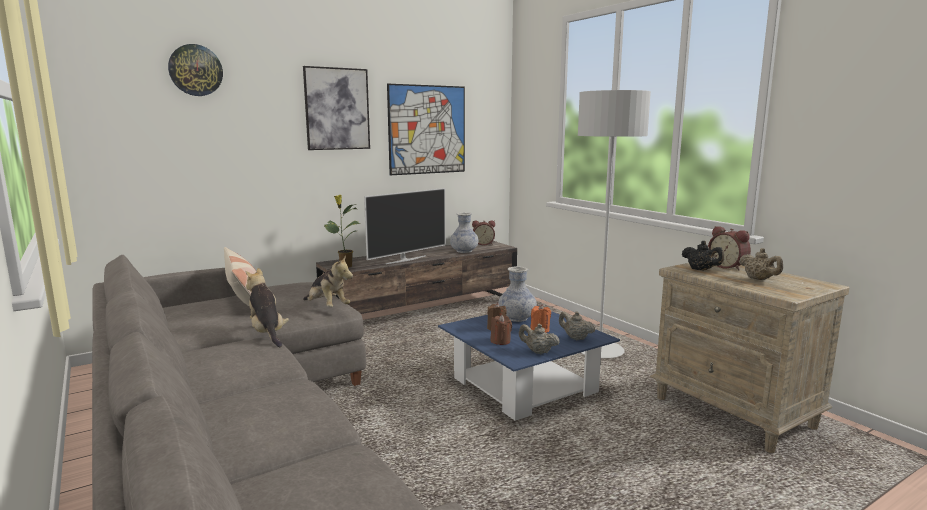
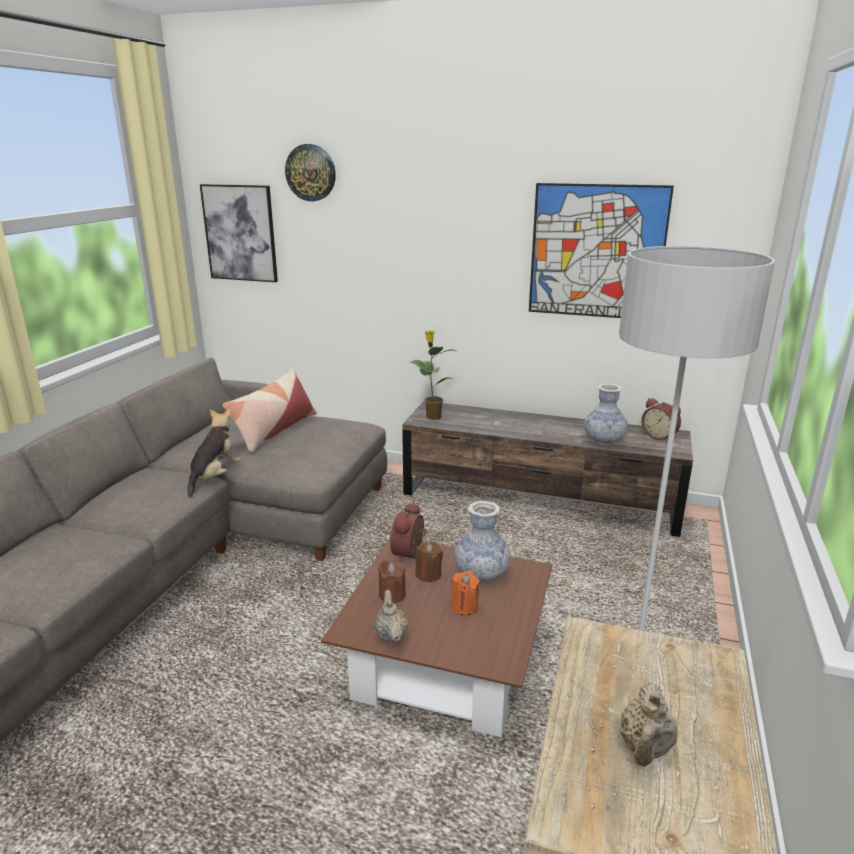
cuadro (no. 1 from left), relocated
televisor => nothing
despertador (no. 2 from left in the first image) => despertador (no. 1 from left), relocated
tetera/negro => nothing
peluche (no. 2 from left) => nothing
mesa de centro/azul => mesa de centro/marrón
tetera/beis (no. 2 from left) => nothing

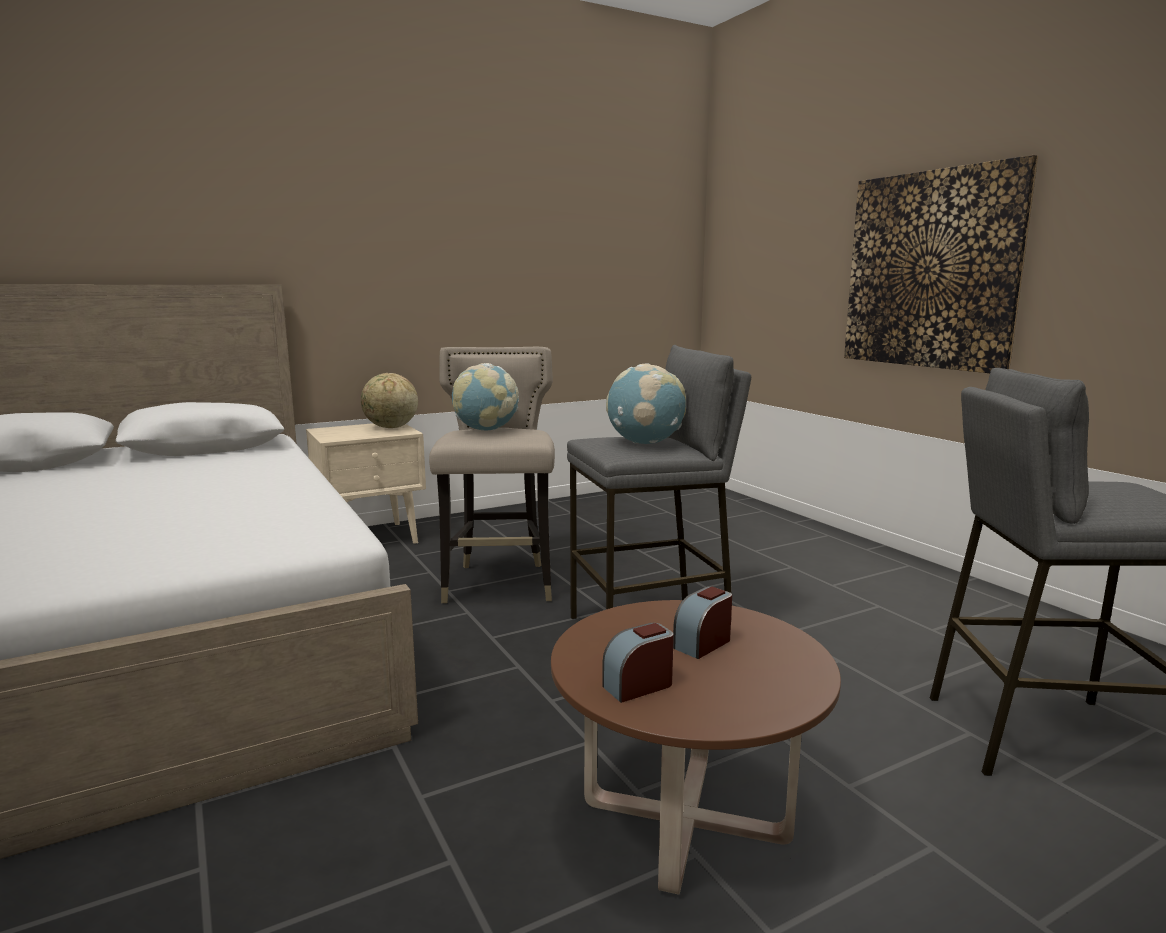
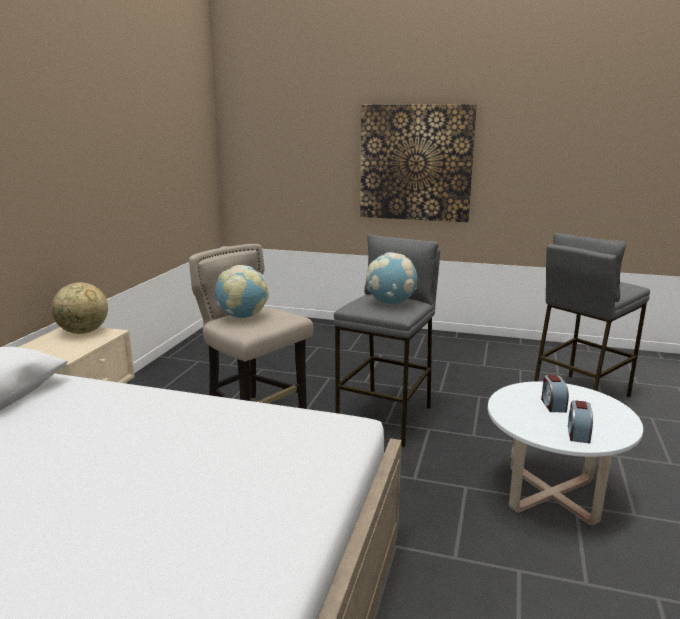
mesa de centro/marrón => mesa de centro/blanco

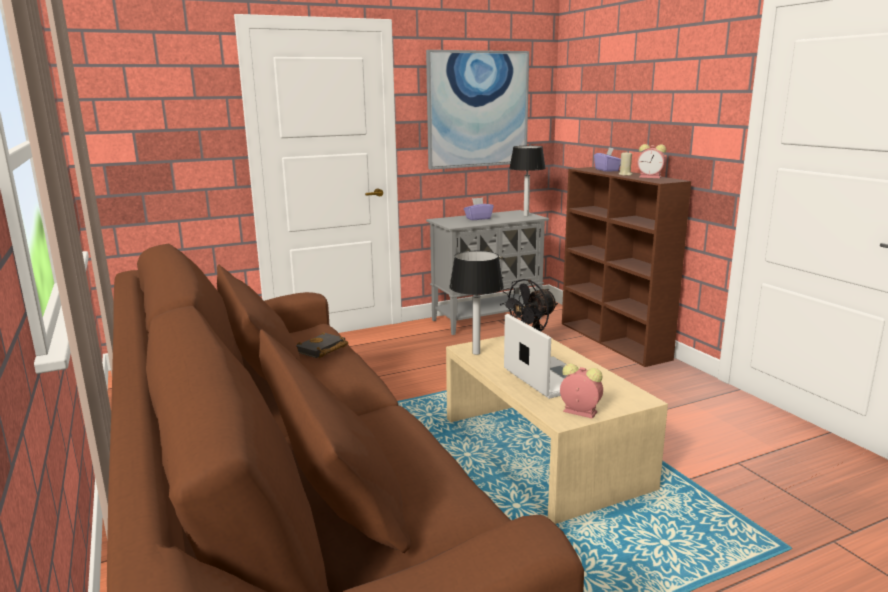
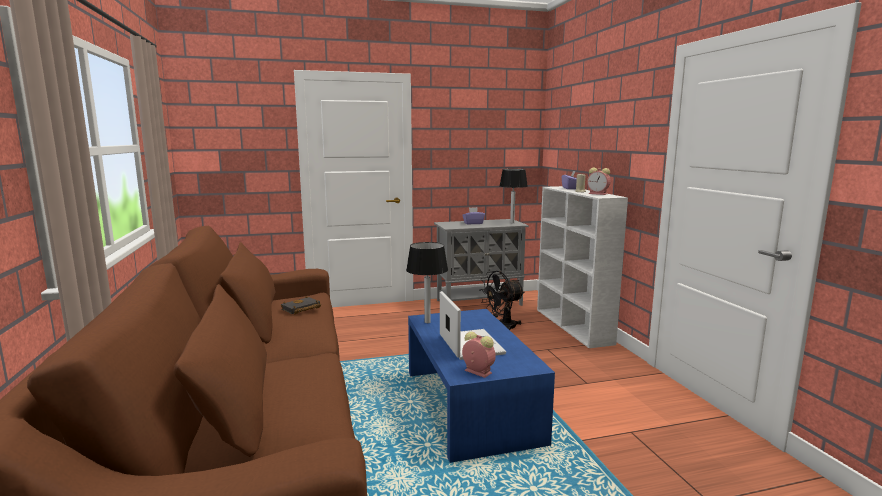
cuadro => nothing
estantería/marrón => estantería/blanco
mesa de centro/beis => mesa de centro/azul

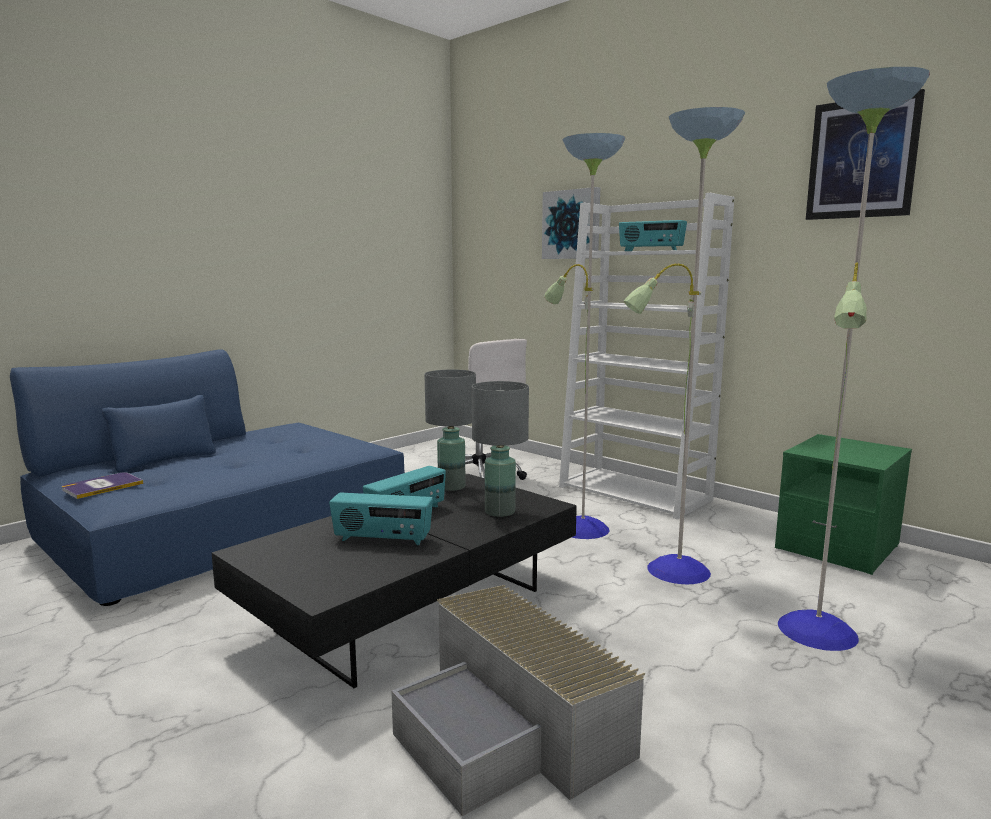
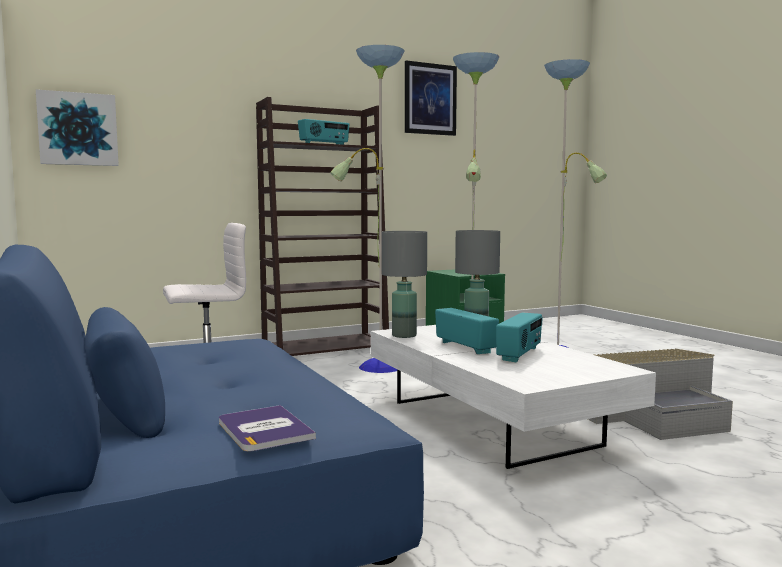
cuadro (no. 1 from left), relocated
estantería/blanco => estantería/marrón
mesa de centro/negro => mesa de centro/blanco

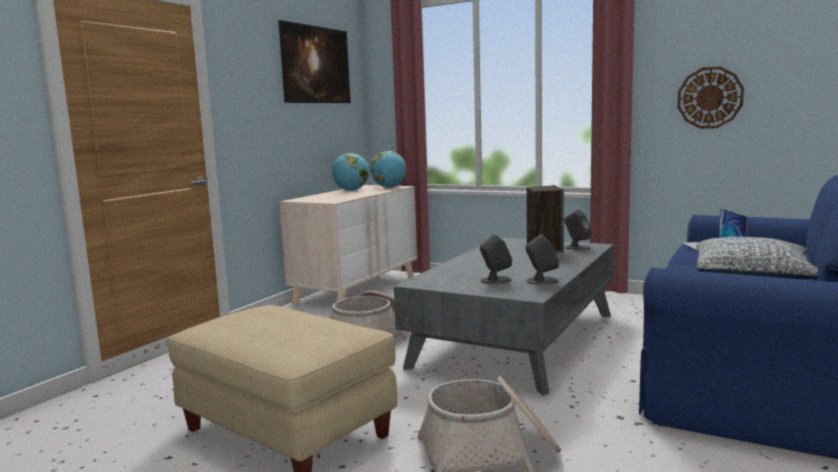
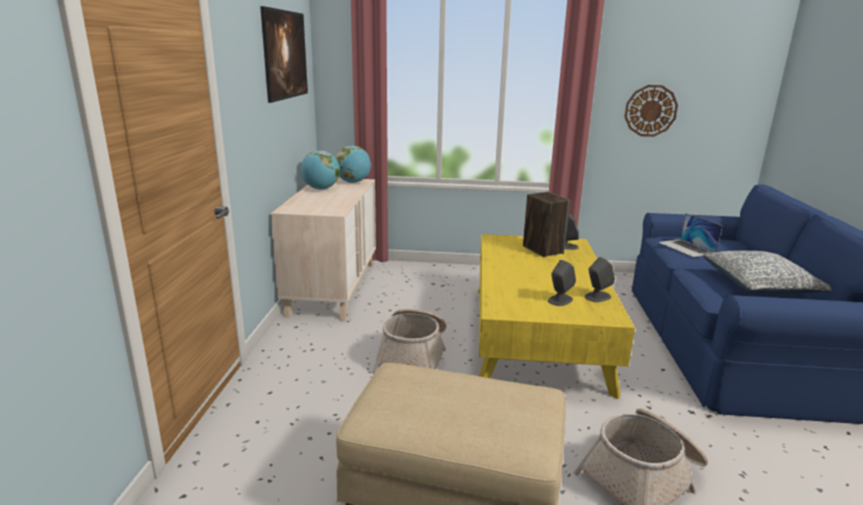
mesa de centro/gris => mesa de centro/amarillo

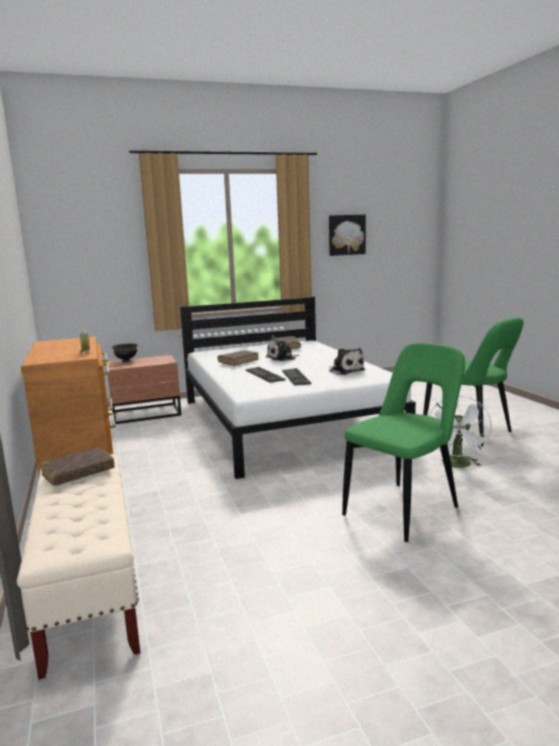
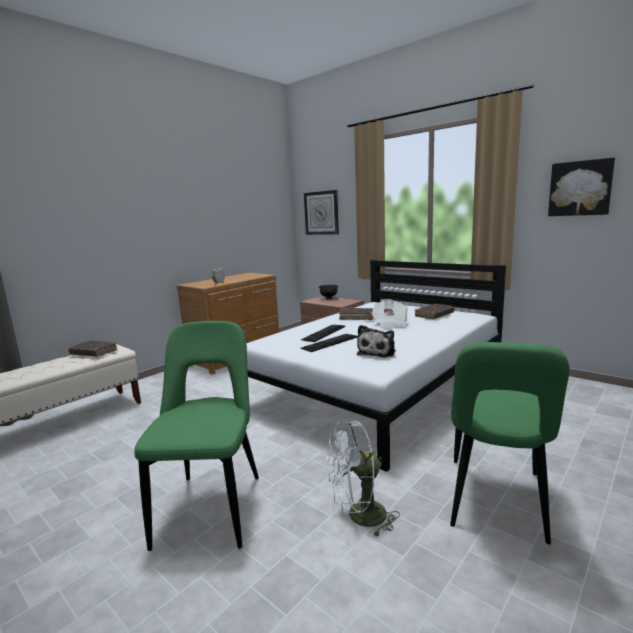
peluche (no. 1 from left) => periódico
silla/verde (no. 1 from left), 105 degrees counterclockwise
nothing => reloj de pared

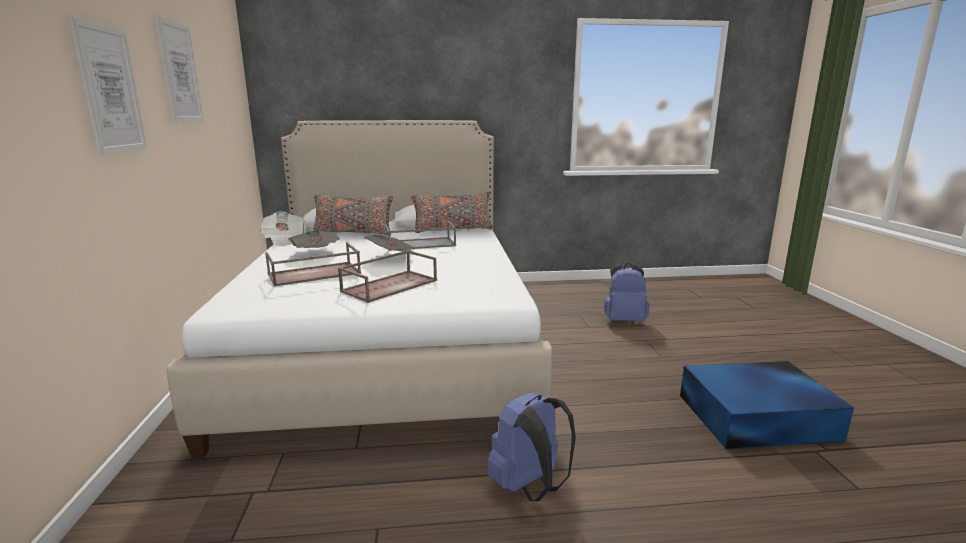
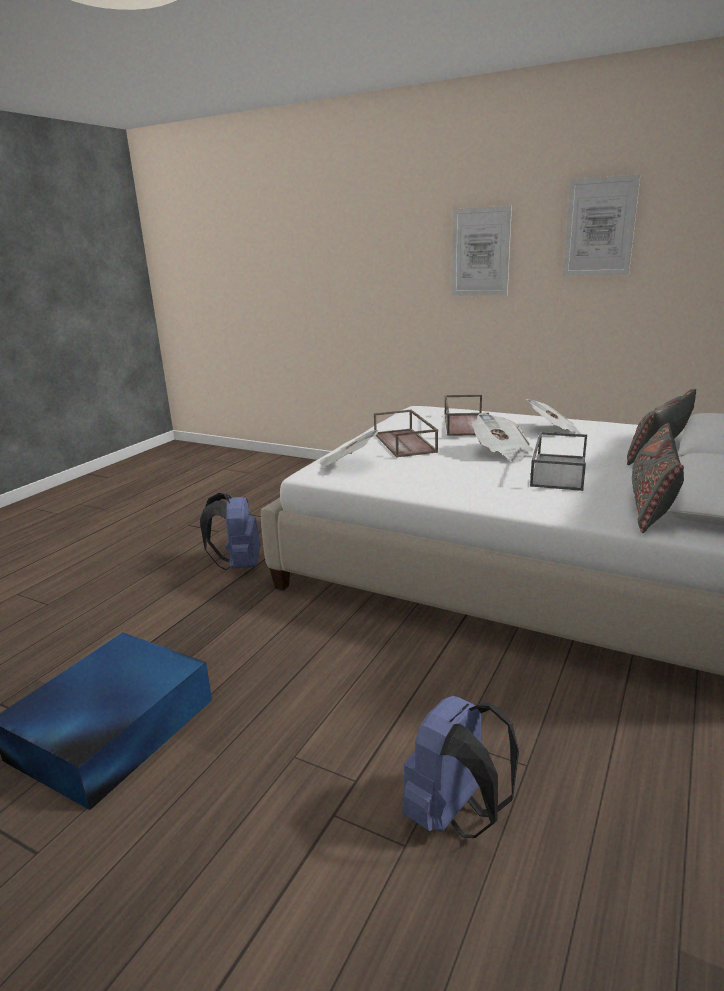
periódico (no. 1 from left), relocated

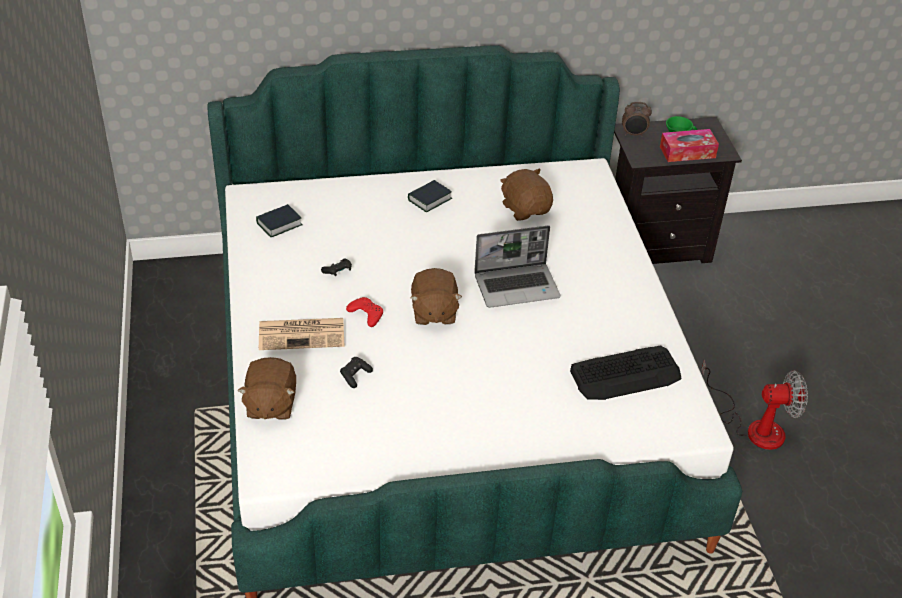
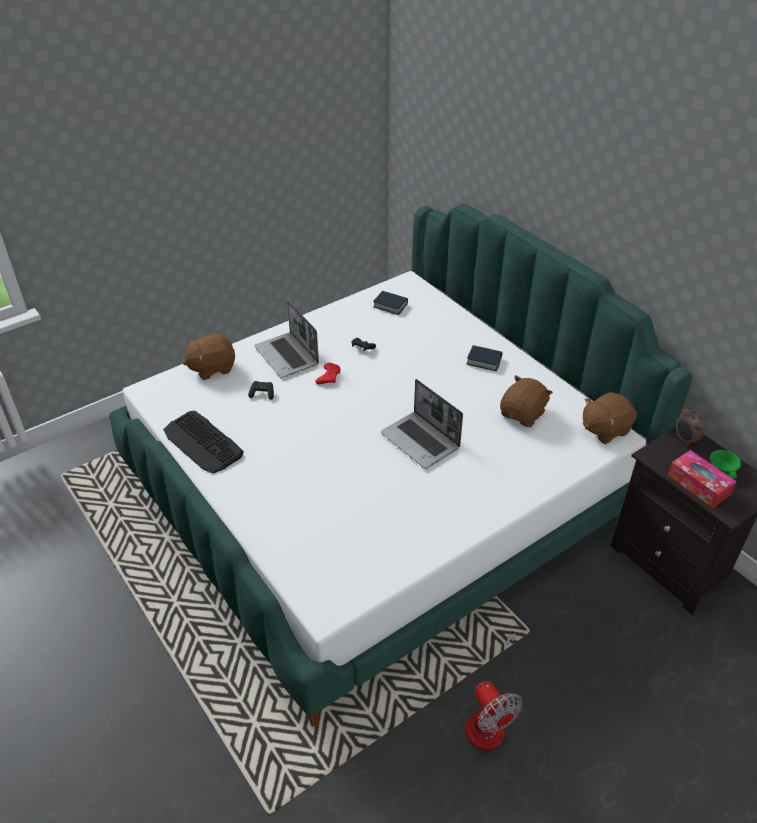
peluche/marrón (no. 2 from left in the first image) => peluche/marrón (no. 3 from left), relocated
periódico => portátil (no. 1 from left)
teclado, relocated

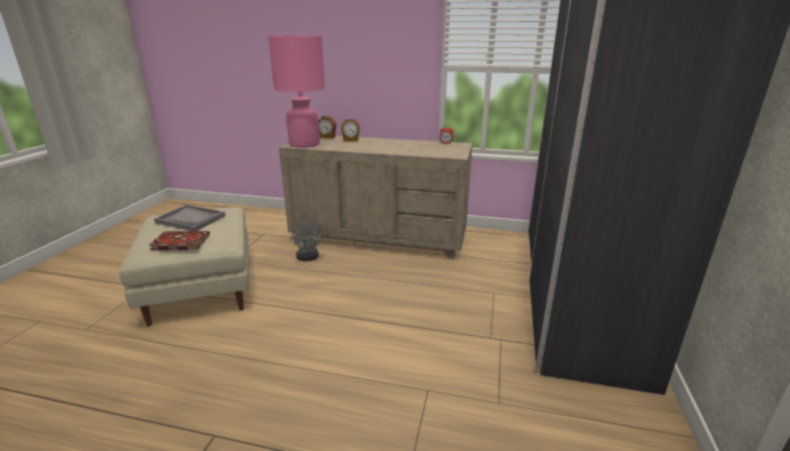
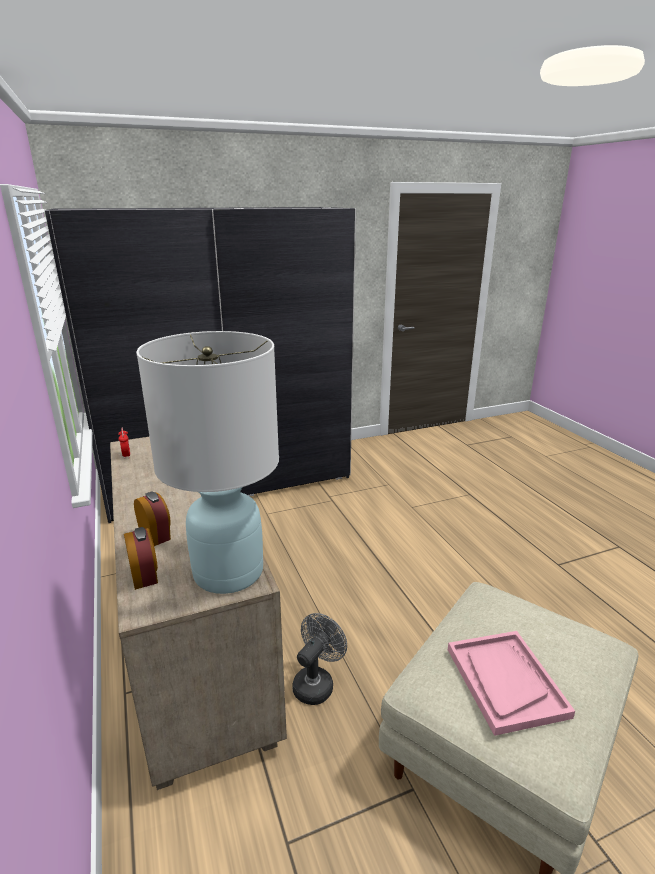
lámpara de mesa/rosa => lámpara de mesa/blanco
bandeja/gris => bandeja/rosa
libro => nothing

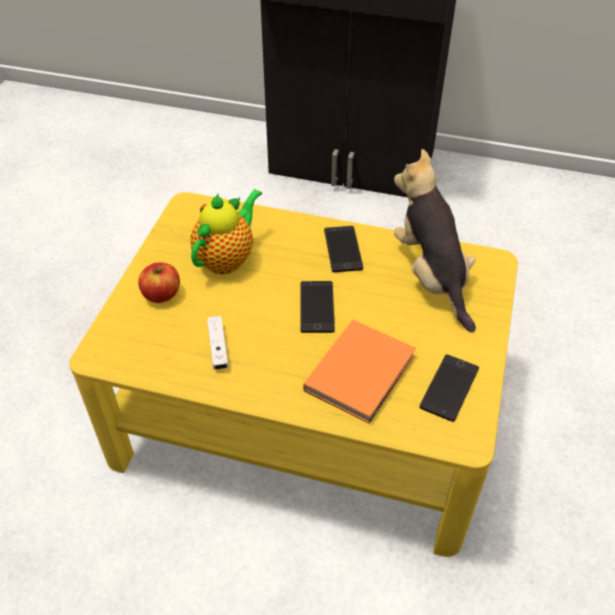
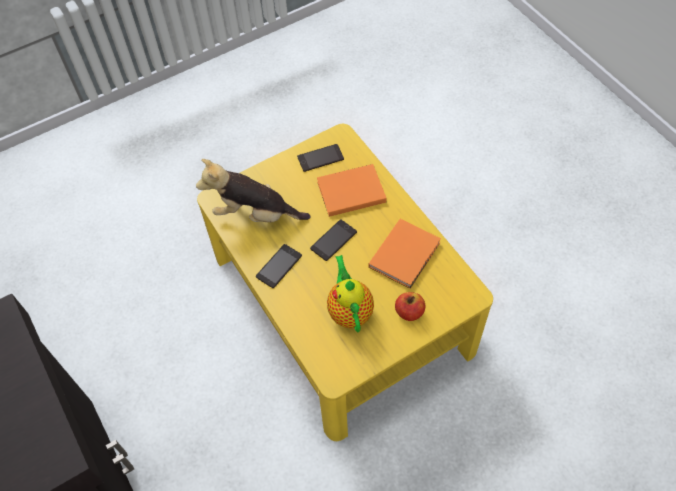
peluche, 75 degrees clockwise
tetera, 90 degrees clockwise
mando de consola/blanco => libro/naranja (no. 2 from left)

